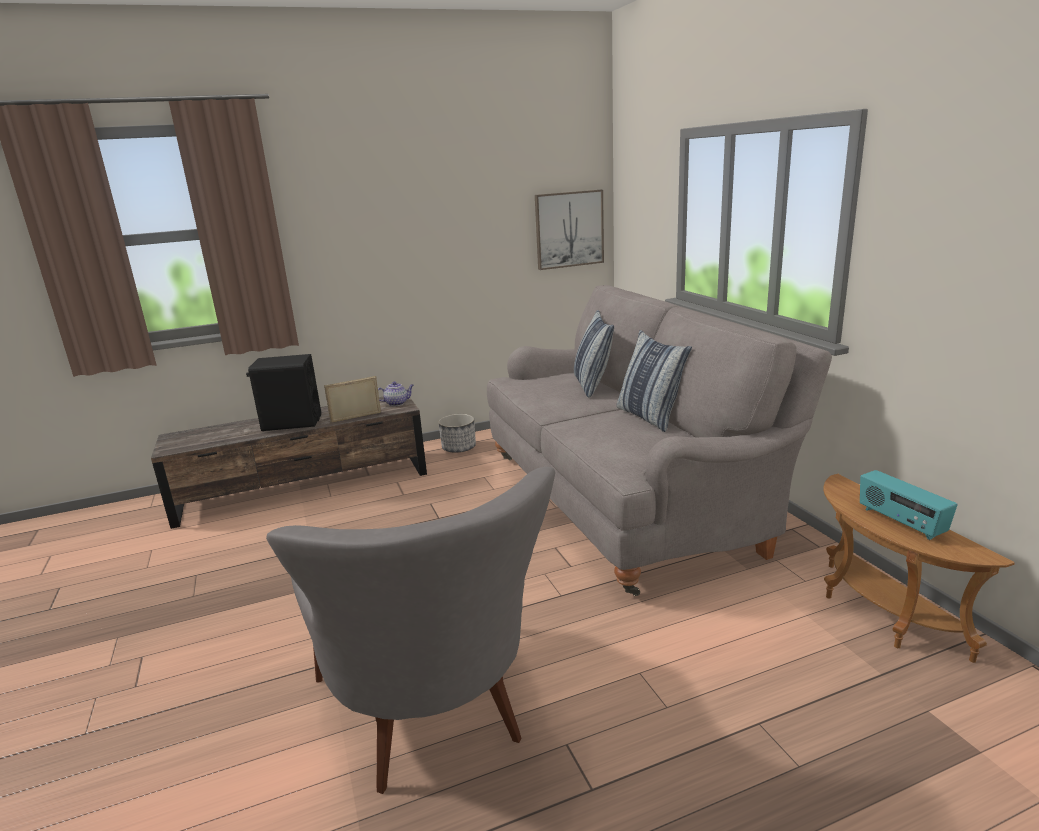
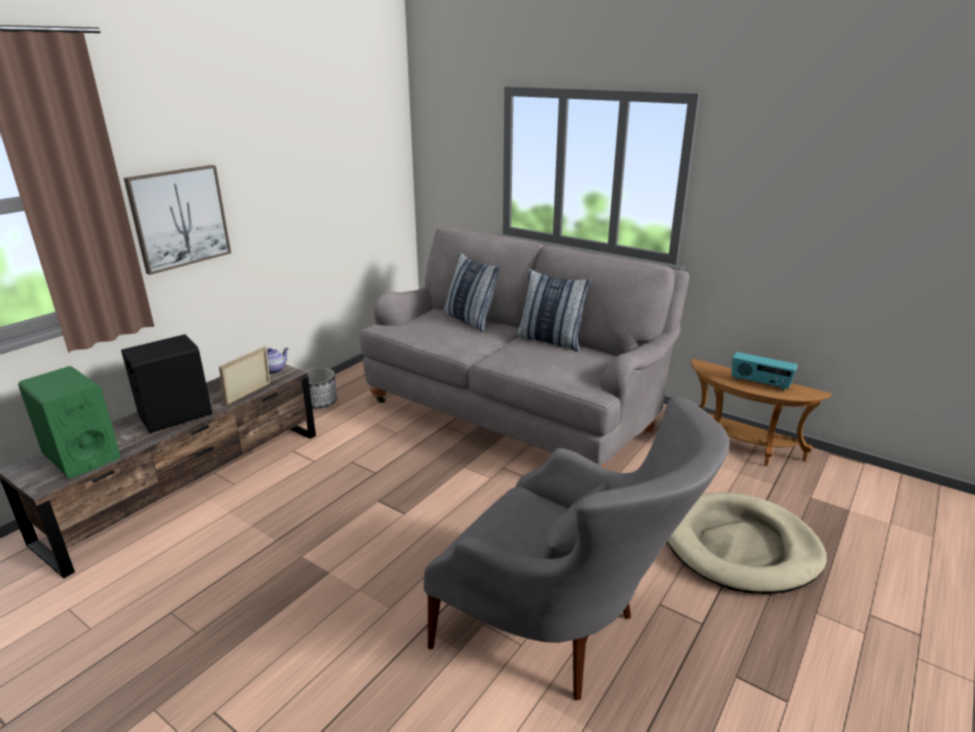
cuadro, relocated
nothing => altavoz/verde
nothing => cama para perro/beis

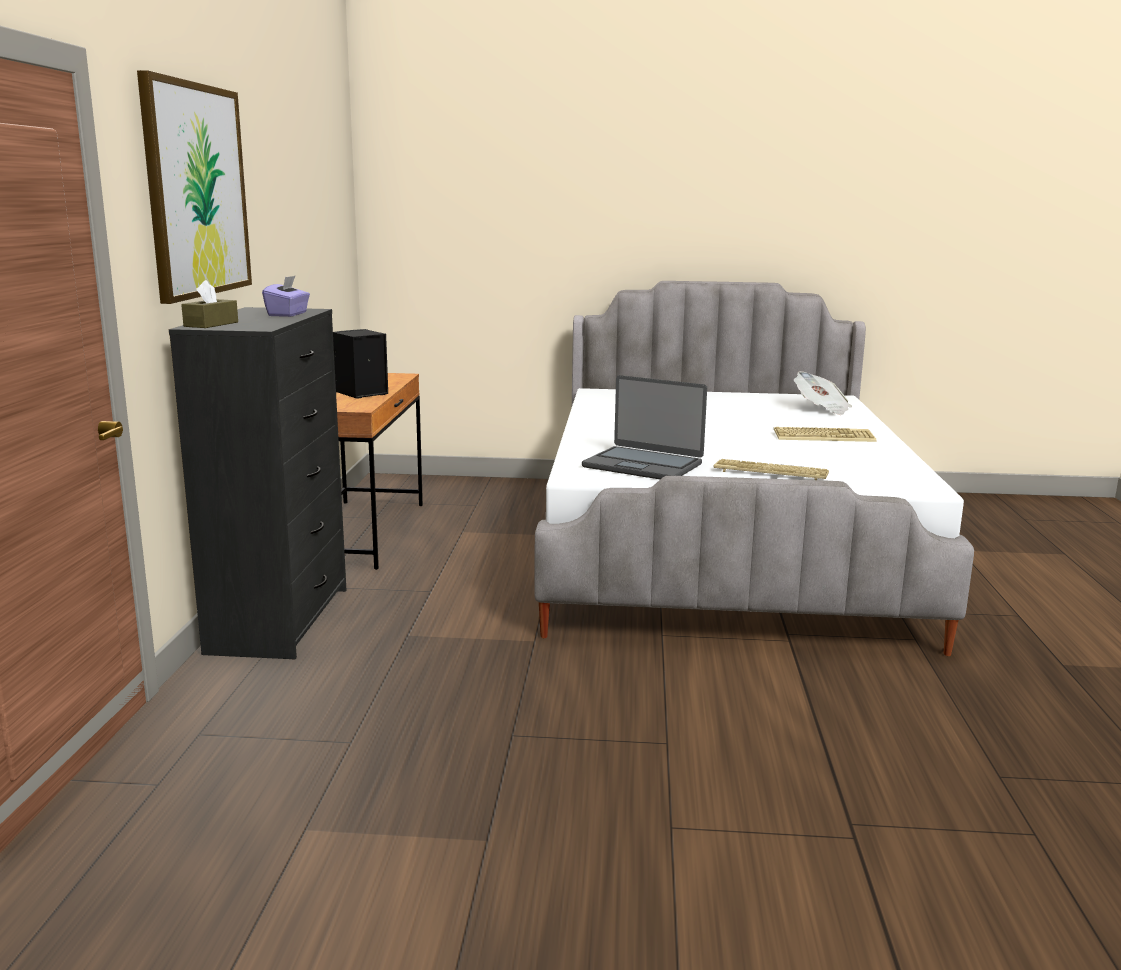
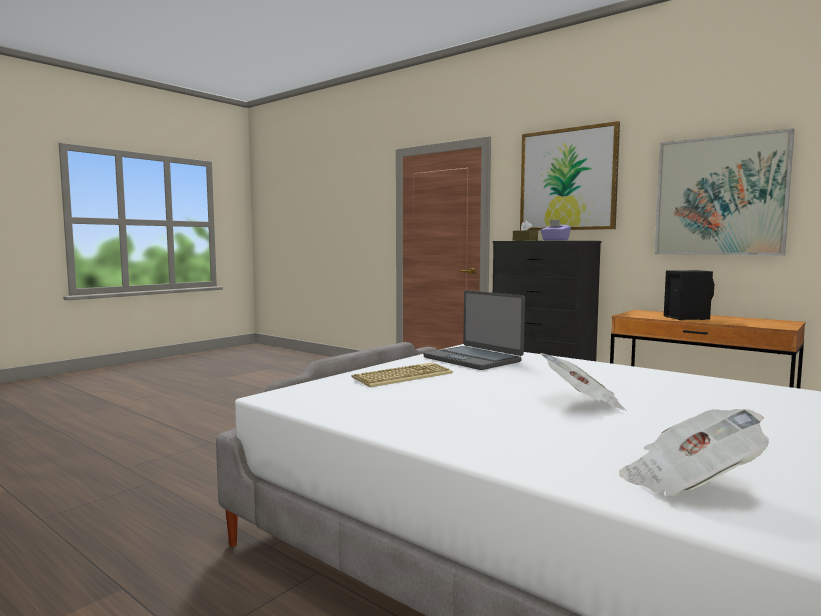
portátil, 105 degrees counterclockwise
teclado (no. 2 from left) => nothing
nothing => cuadro (no. 2 from left)
nothing => periódico (no. 1 from left)

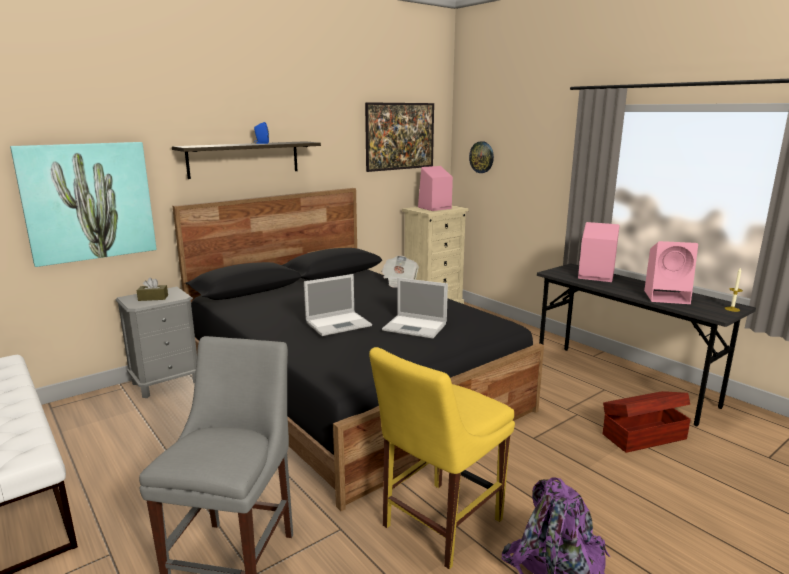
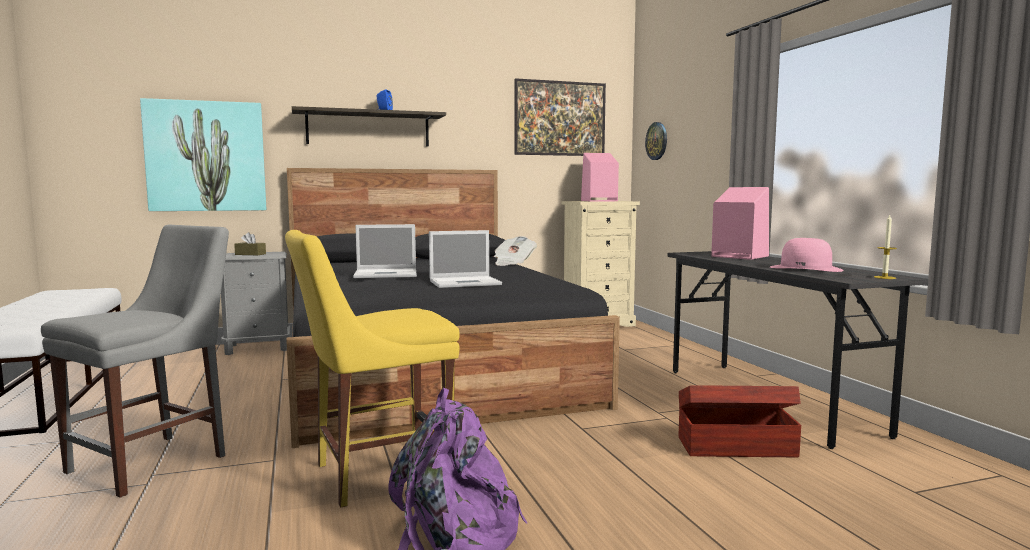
altavoz/rosa (no. 3 from left) => sombrero/rosa
portátil (no. 2 from left), 60 degrees counterclockwise

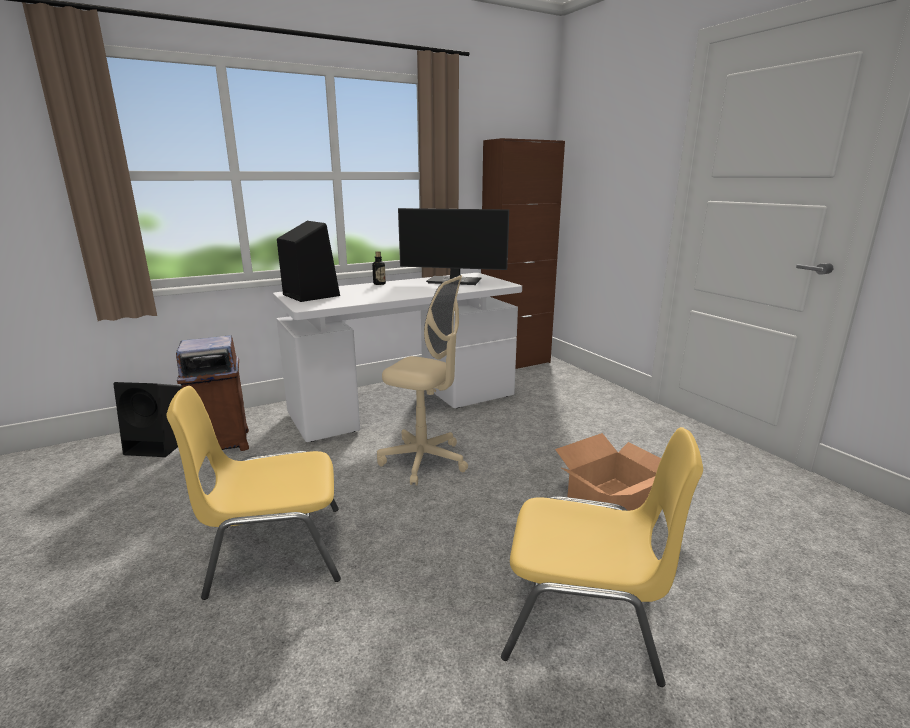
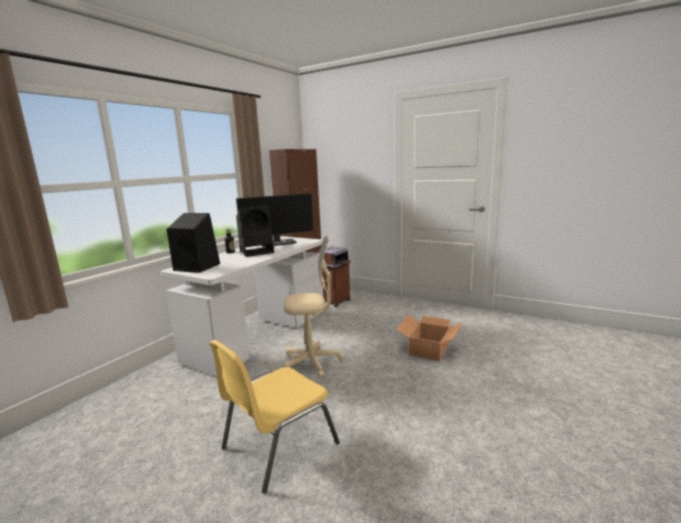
papelera/marrón, relocated
altavoz/negro (no. 1 from left in the first image) => altavoz/negro (no. 2 from left), relocated
silla/amarillo (no. 2 from left) => nothing

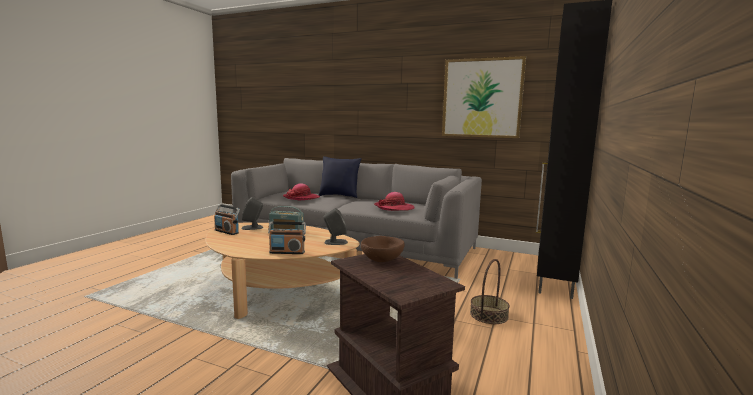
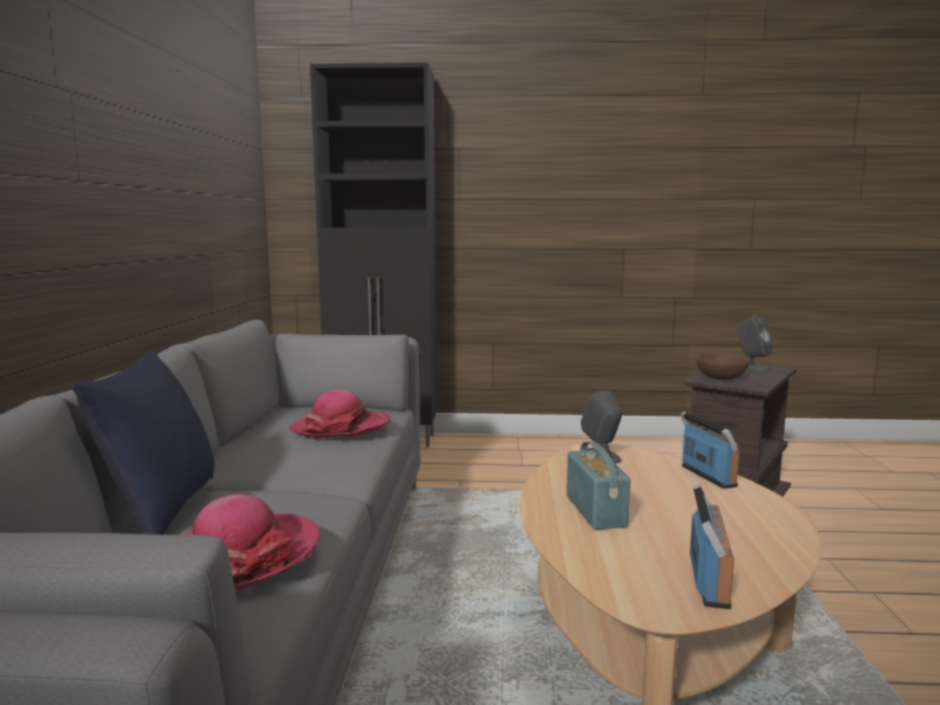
cuadro => nothing
altavoz/gris (no. 1 from left in the first image) => altavoz/gris (no. 2 from left), relocated
cesta => nothing

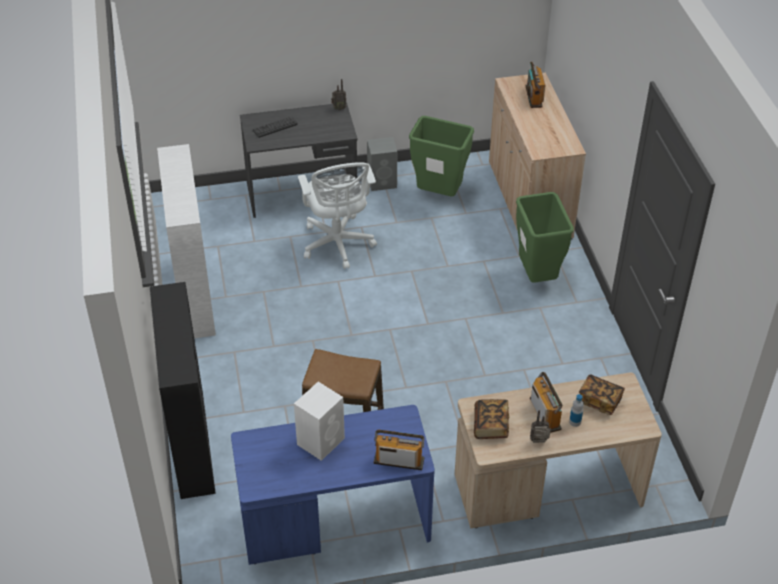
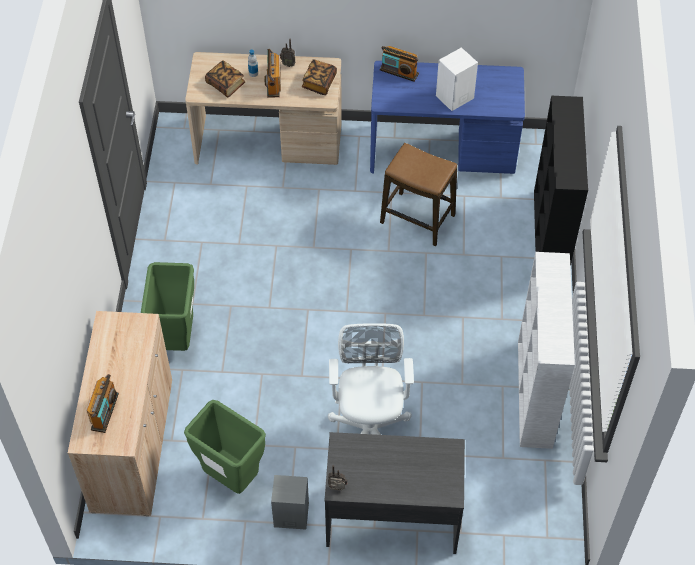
teclado => nothing

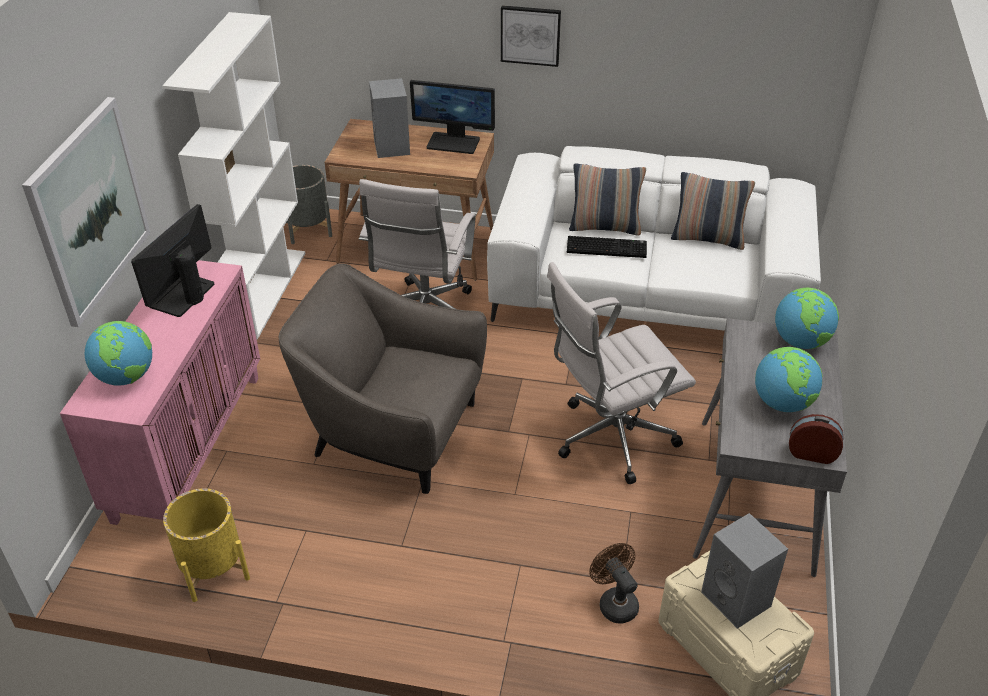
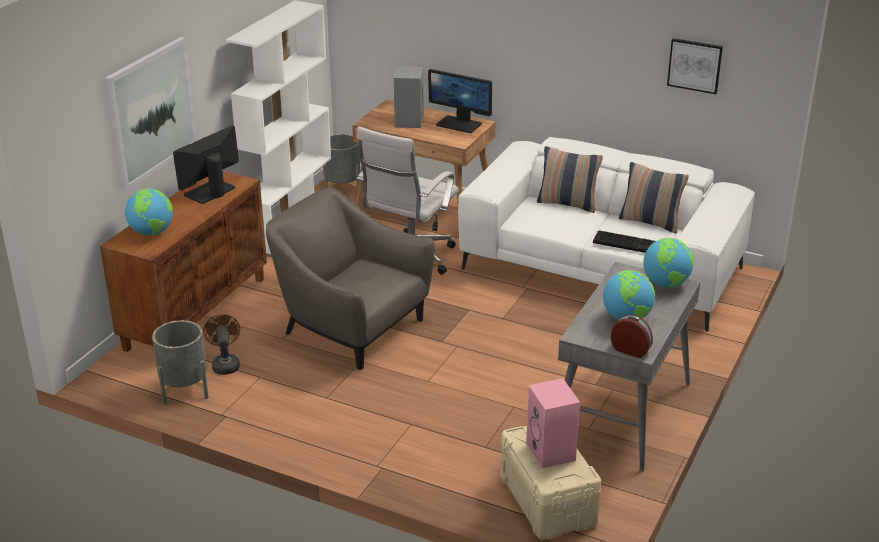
cuadro (no. 2 from left), relocated
teclado, relocated
armario/rosa => armario/marrón
silla de oficina/blanco (no. 2 from left) => nothing
maceta/amarillo => maceta/gris (no. 1 from left)
altavoz/gris (no. 2 from left) => altavoz/rosa
ventilador/marrón, relocated

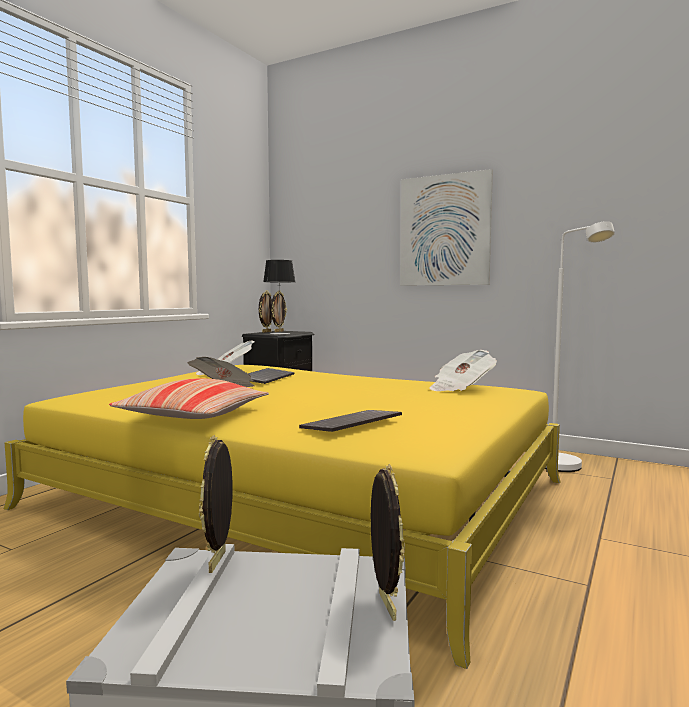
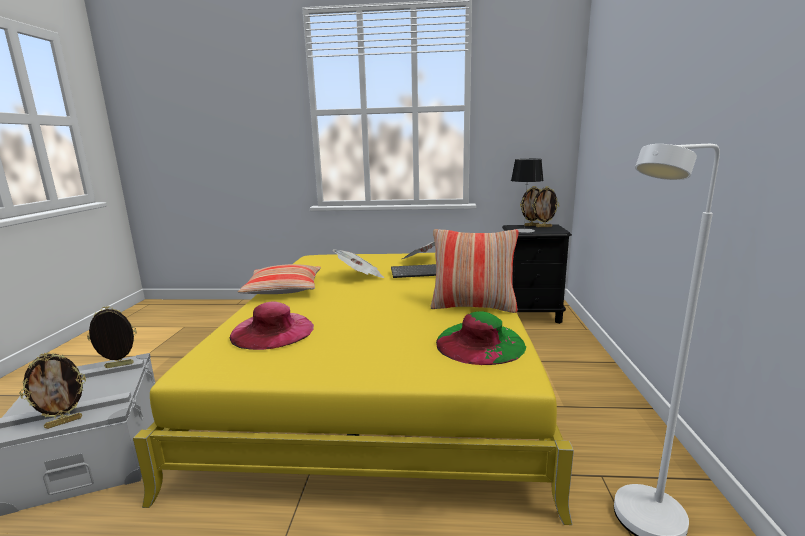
cuadro => nothing
periódico (no. 3 from left) => sombrero/verde
teclado (no. 2 from left) => sombrero/rosa
nothing => cojín (no. 2 from left)

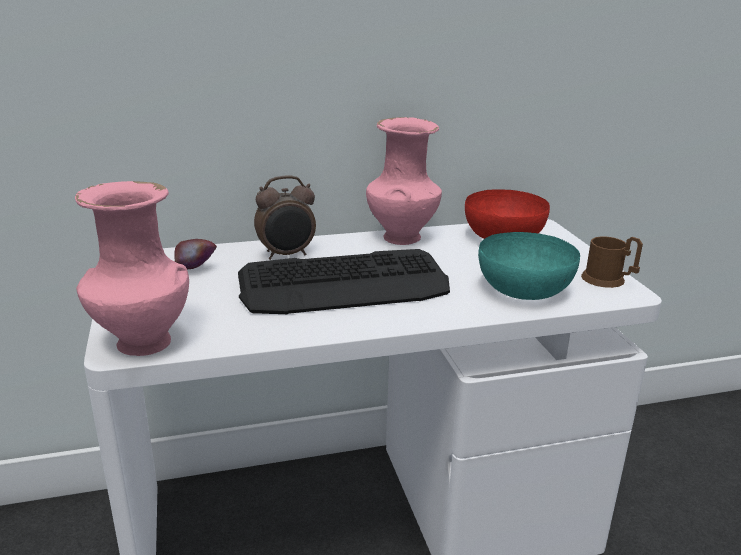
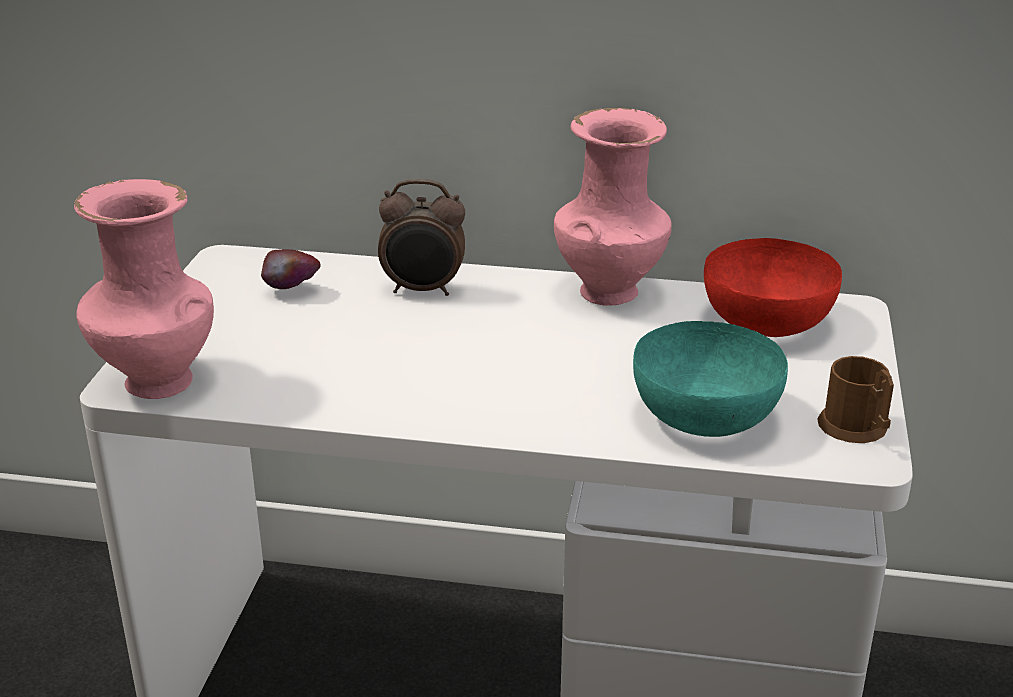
teclado => nothing

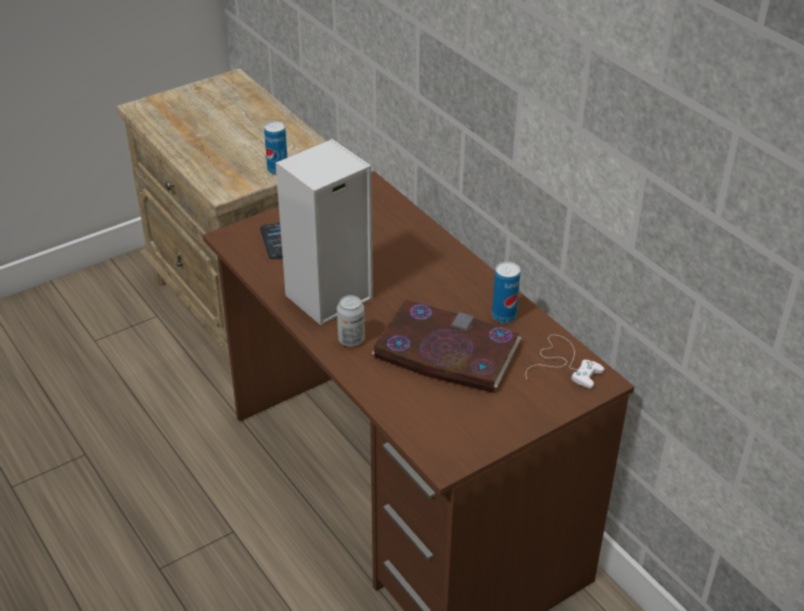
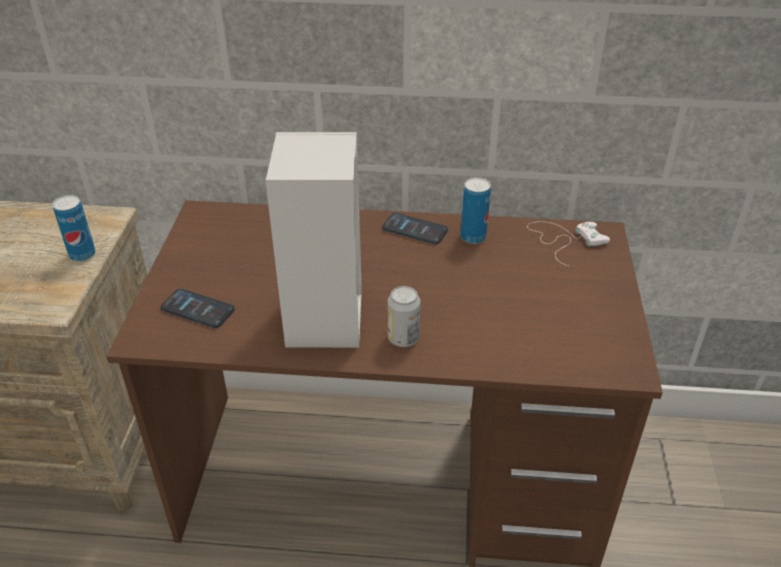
libro => nothing
nothing => móvil (no. 2 from left)

